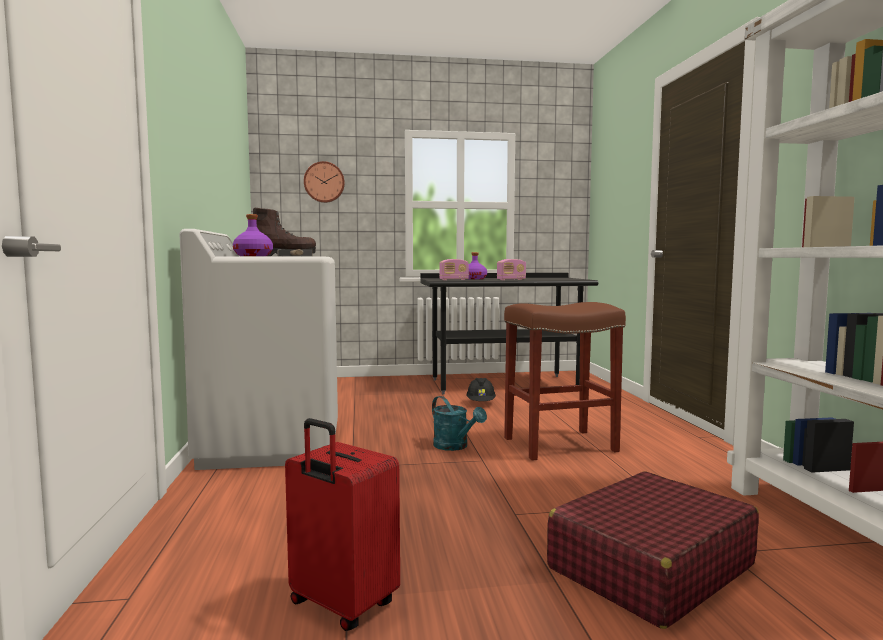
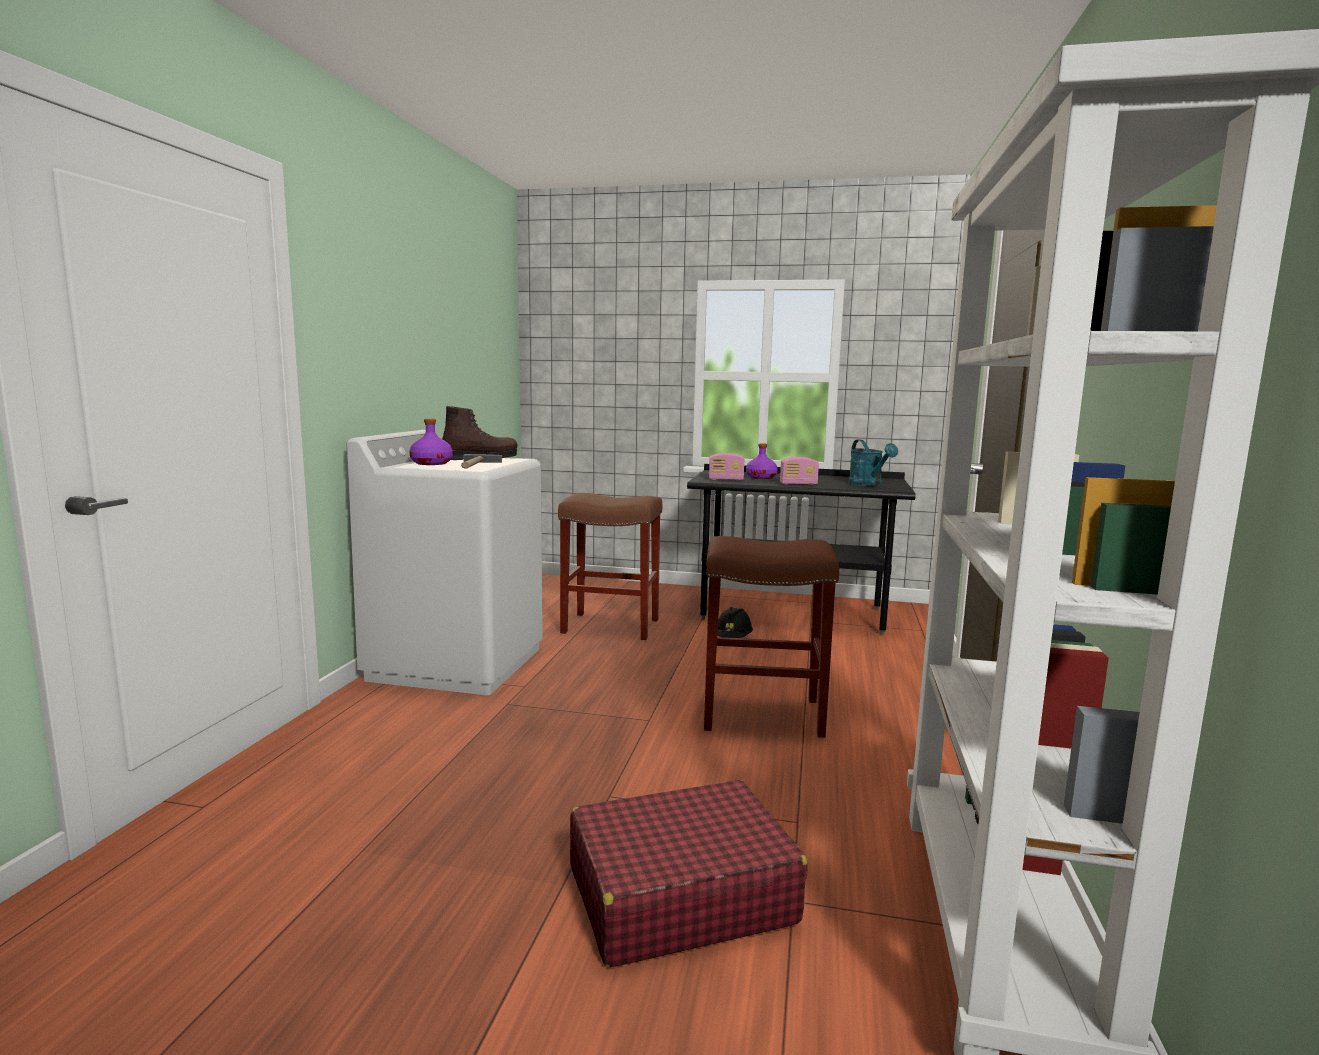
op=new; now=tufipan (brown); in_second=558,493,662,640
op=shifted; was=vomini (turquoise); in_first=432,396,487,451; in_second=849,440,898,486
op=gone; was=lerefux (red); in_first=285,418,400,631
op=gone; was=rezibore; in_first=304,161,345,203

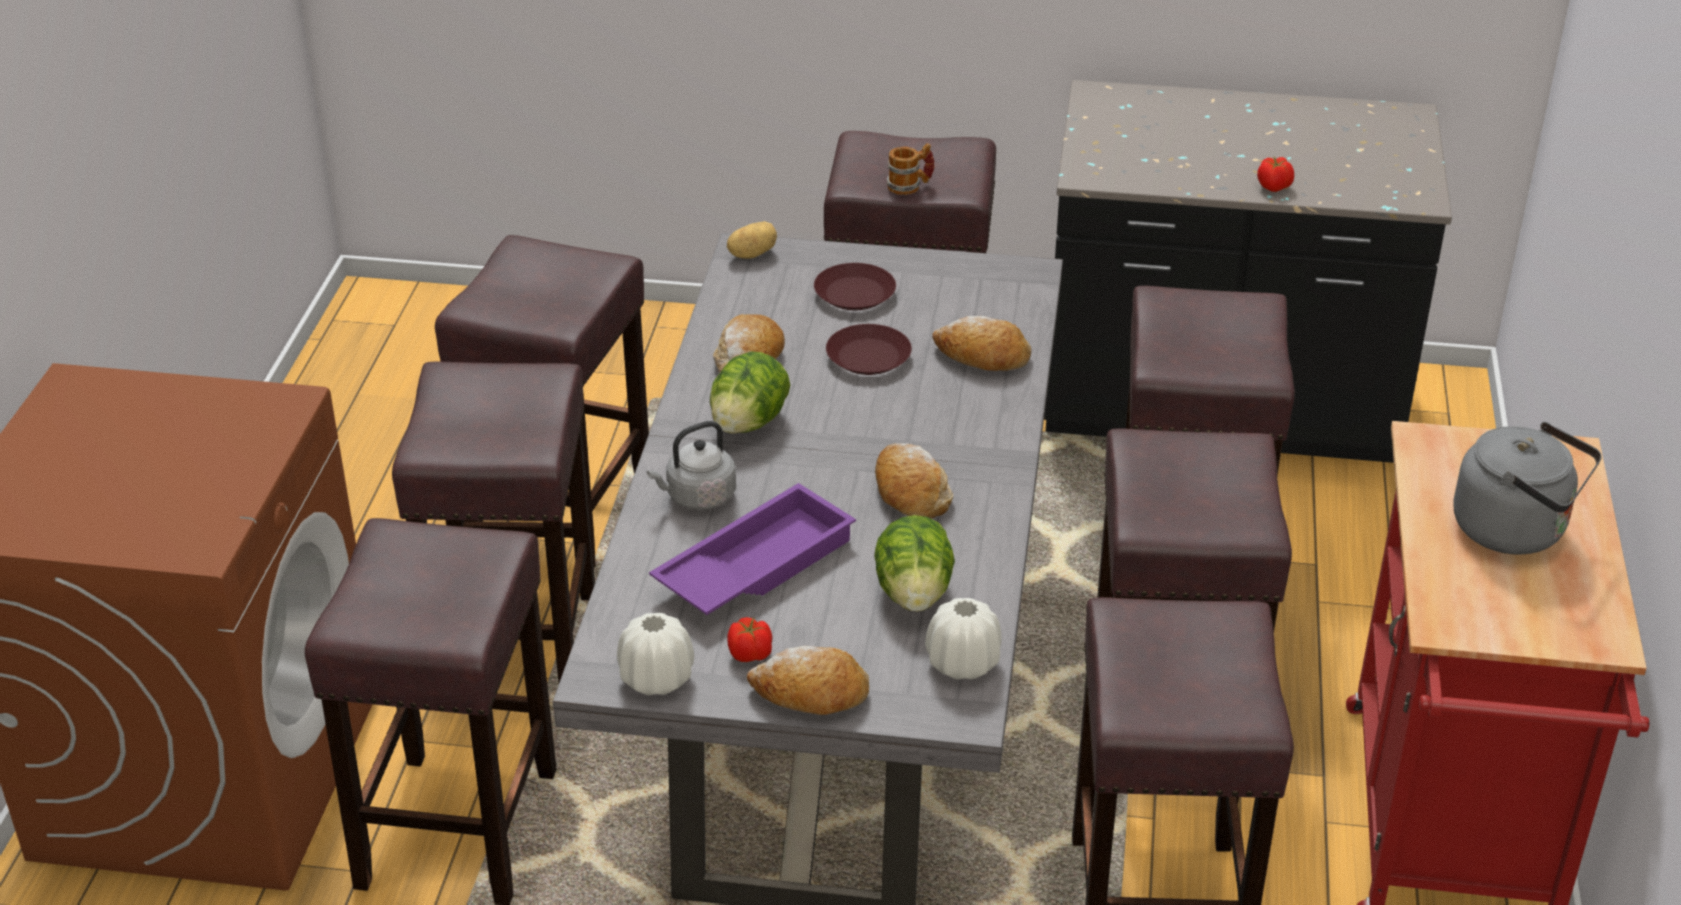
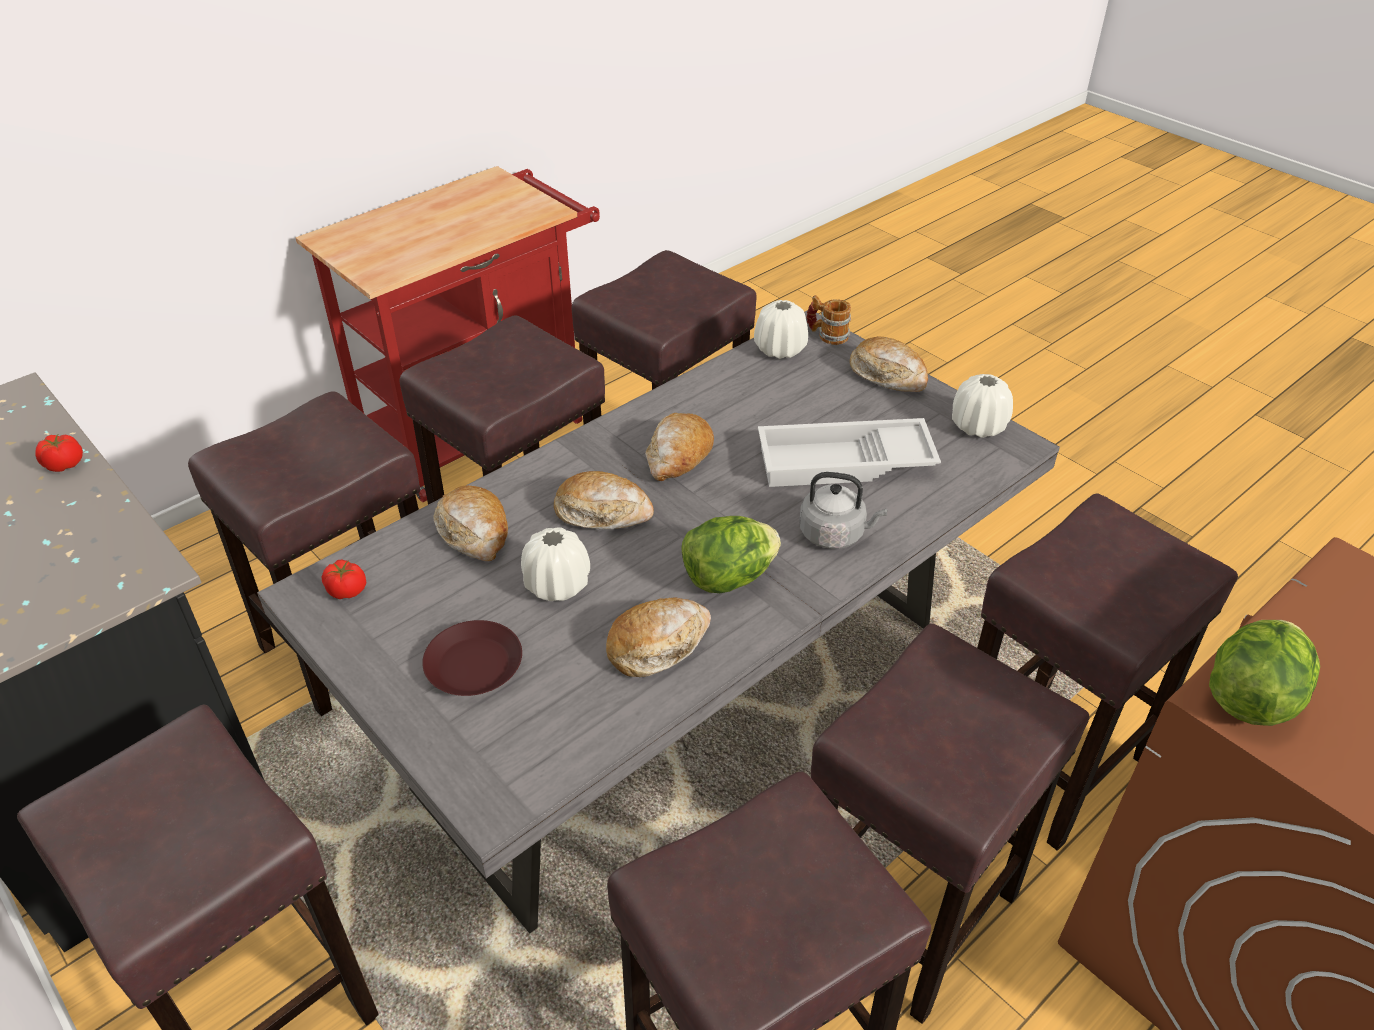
op=shifted; was=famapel; in_first=727,617,772,662; in_second=321,559,366,599
op=swapped; was=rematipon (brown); now=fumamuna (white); in_first=826,324,912,375; in_second=521,528,590,601
op=new; now=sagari; in_second=554,471,654,530
op=repainted; was=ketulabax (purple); now=ketulabax (white); in_first=649,483,856,615; in_second=758,418,941,487
op=shifted; was=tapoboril; in_first=887,143,935,195; in_second=807,295,851,345
op=shifted; was=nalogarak; in_first=874,515,955,612; in_second=1209,620,1320,726
op=gone; was=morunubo; in_first=727,221,777,259
op=gone; was=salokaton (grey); in_first=1453,422,1602,555

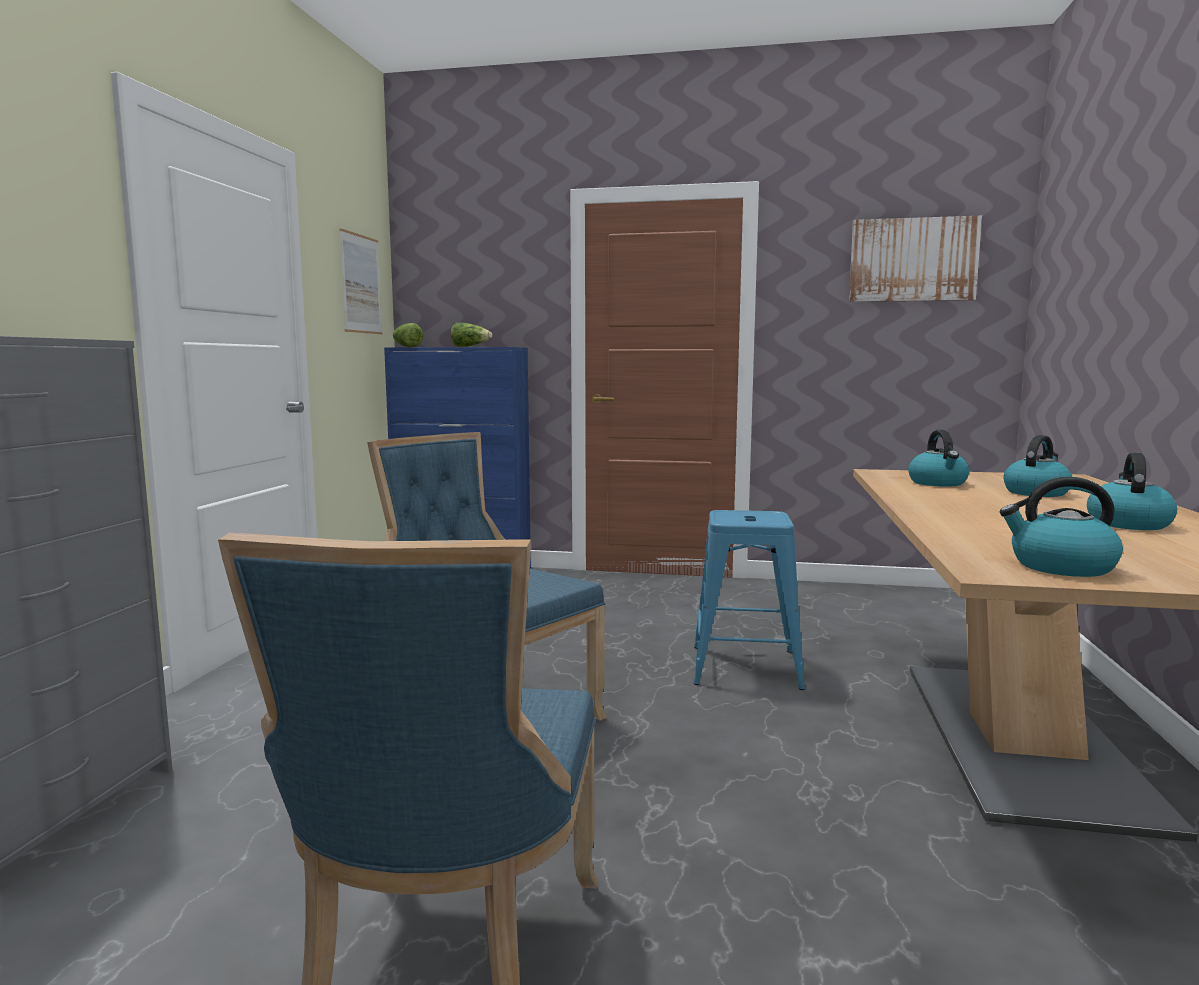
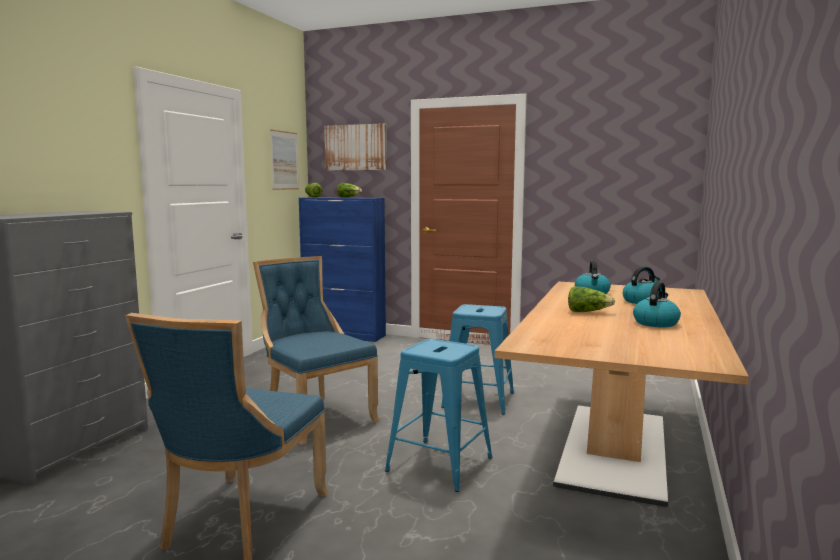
op=shifted; was=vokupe; in_first=849,216,982,302; in_second=324,123,387,171
op=new; now=tufipan (blue); in_second=385,339,492,492
op=new; now=nalogarak; in_second=568,286,615,312
op=gone; was=salokaton; in_first=1000,477,1123,577

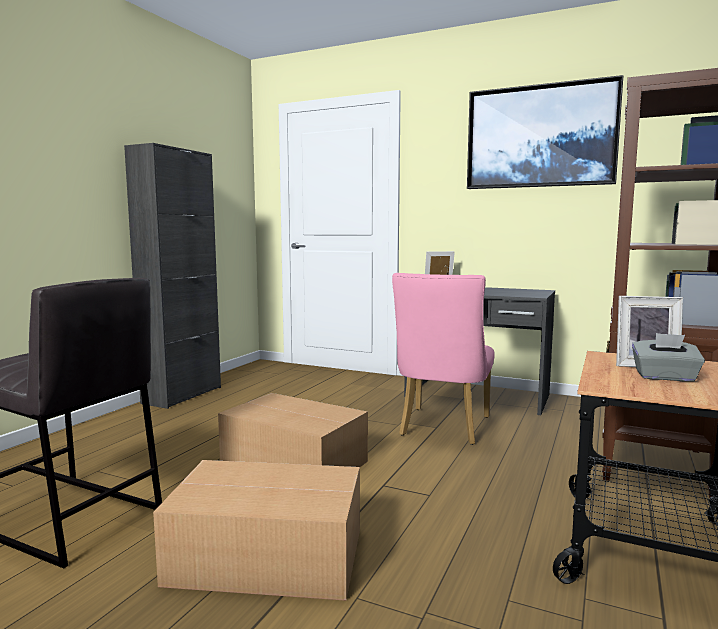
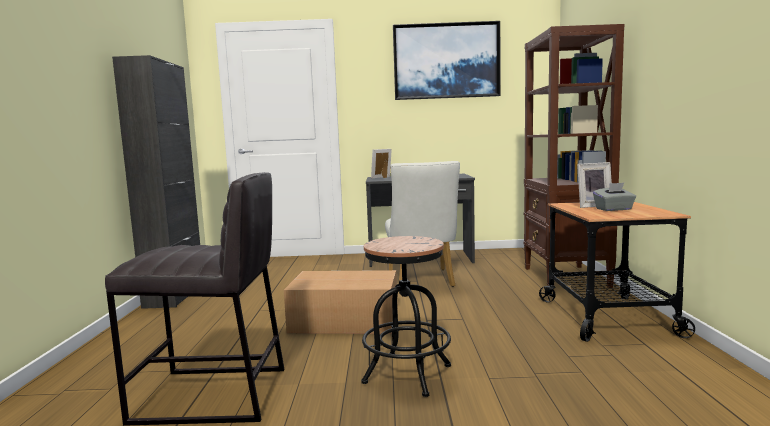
op=swapped; was=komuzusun; now=tufipan (black); in_first=153,460,360,601; in_second=361,236,451,397
op=repainted; was=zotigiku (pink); now=zotigiku (white); in_first=392,273,495,445; in_second=385,161,460,287

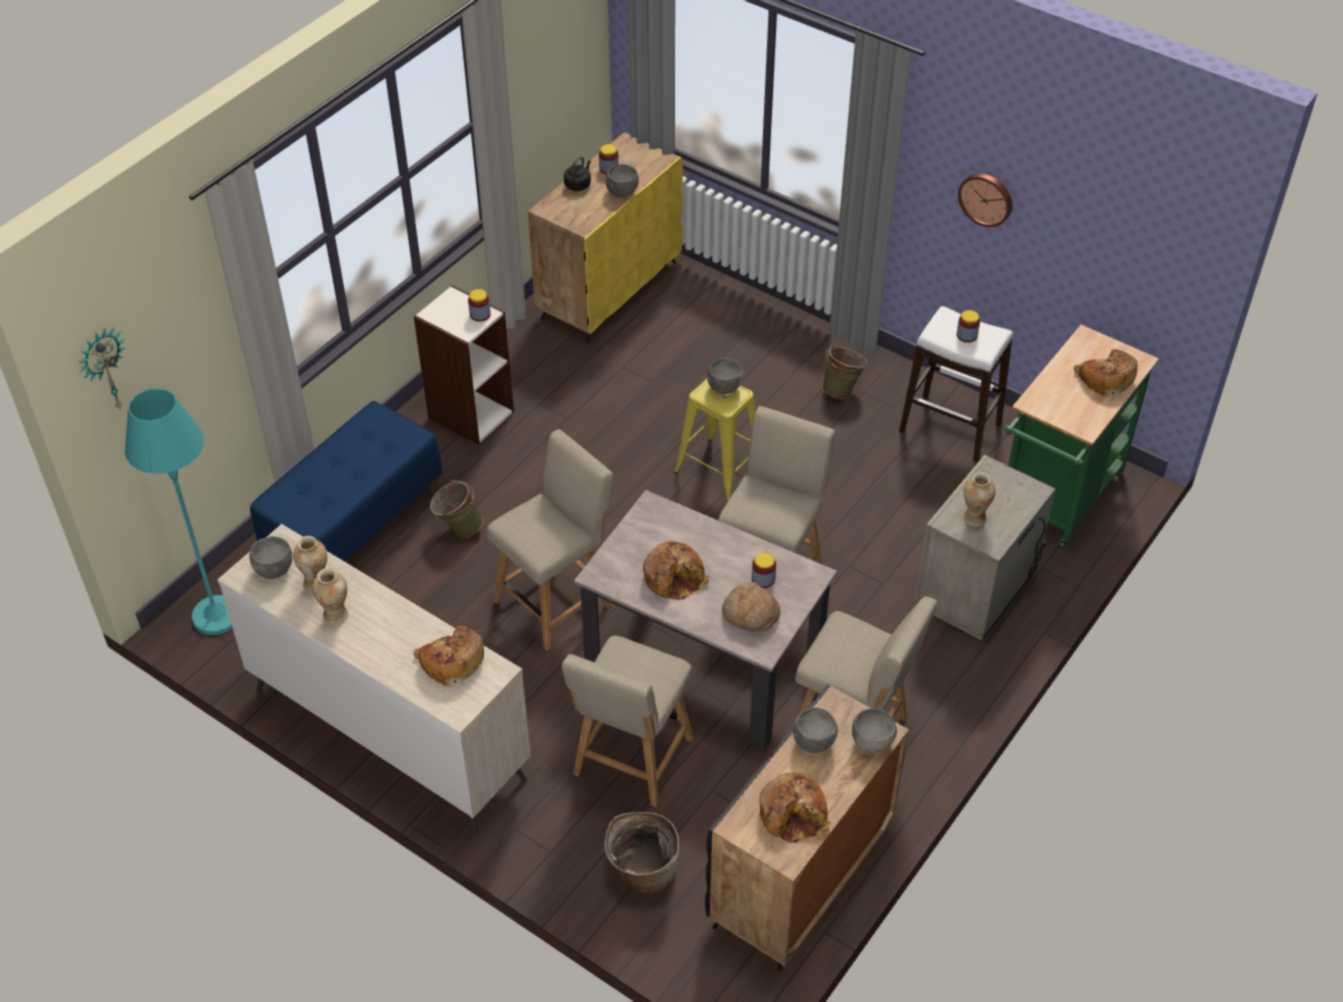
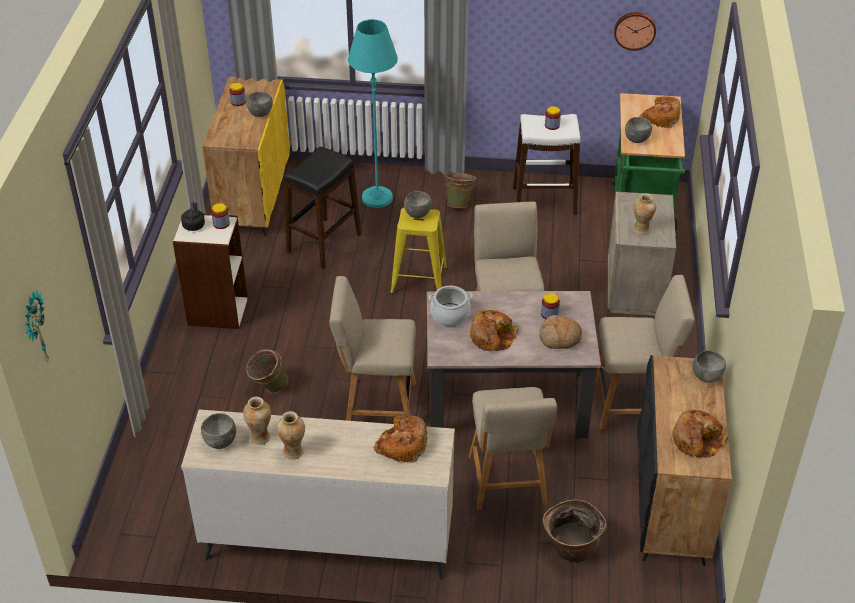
op=shifted; was=salokaton (black); in_first=564,156,591,191; in_second=181,201,205,231
op=new; now=tufipan (black); in_second=284,147,361,269
op=rotated; was=zotigiku (beige); in_first=487,429,614,650; in_second=330,276,416,421; clockwise=-105
op=shifted; was=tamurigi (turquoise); in_first=125,388,232,635; in_second=348,19,398,208
op=new; now=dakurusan; in_second=429,286,473,326
op=shifted; was=rezibore; in_first=958,174,1012,227; in_second=614,12,656,51
op=shifted; was=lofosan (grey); in_first=793,707,838,753; in_second=625,117,652,143
op=gone; was=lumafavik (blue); in_first=250,401,442,562

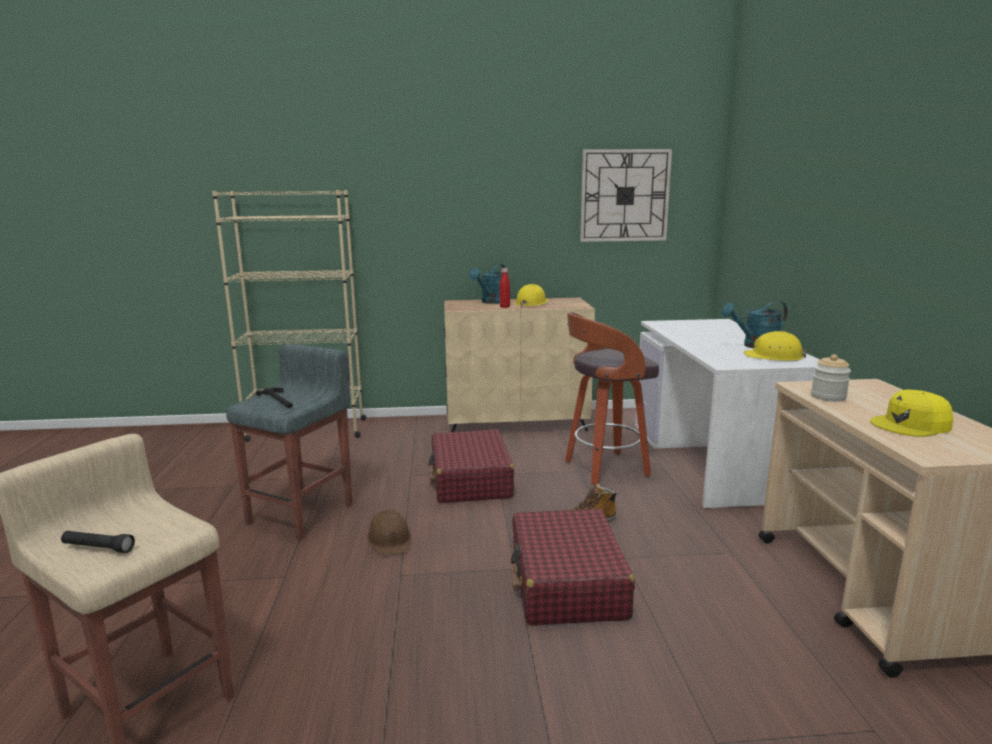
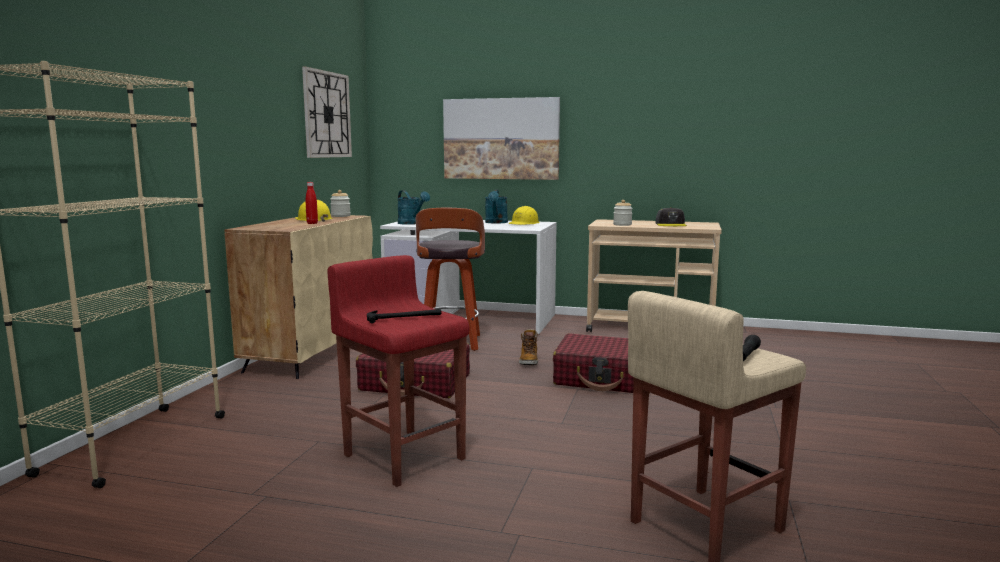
op=repainted; was=tufipan (grey); now=tufipan (red); in_first=226,344,353,540; in_second=327,255,469,487
op=new; now=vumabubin; in_second=330,190,351,217
op=shifted; was=vomini (turquoise); in_first=469,264,505,304; in_second=397,190,430,225
op=new; now=vokupe; in_second=443,97,560,180
op=repainted; was=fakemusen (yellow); now=fakemusen (grey); in_first=870,390,953,437; in_second=656,207,687,226
op=gone; was=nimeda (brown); in_first=367,510,411,556

